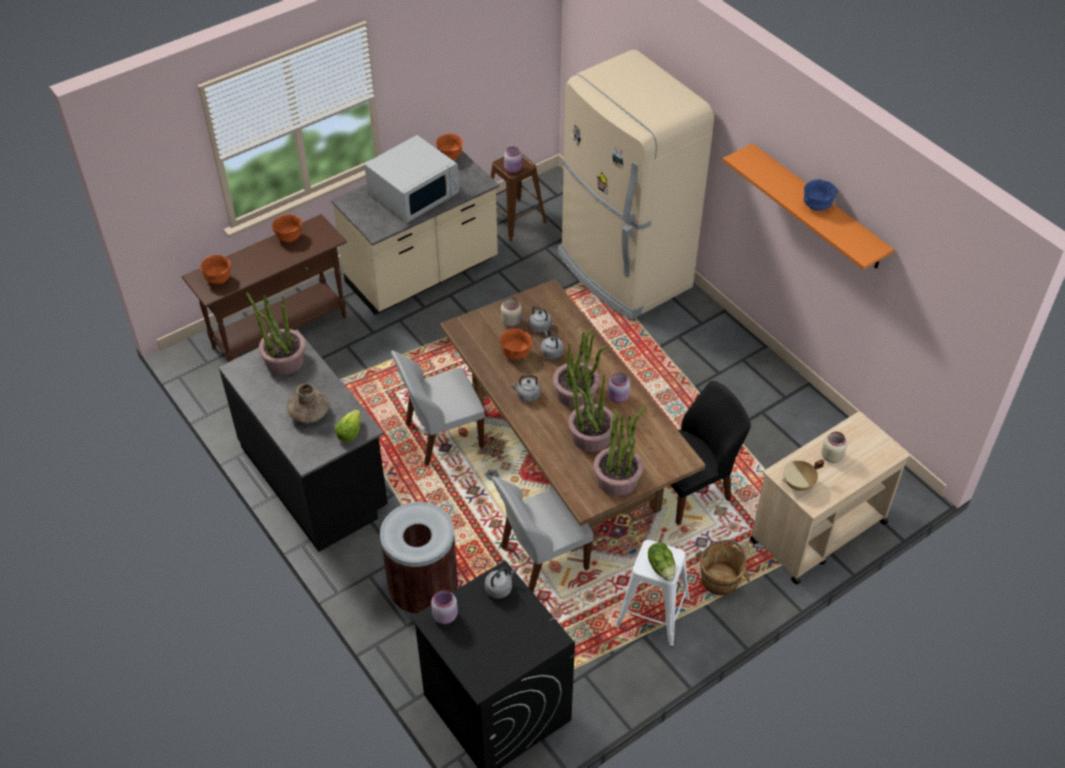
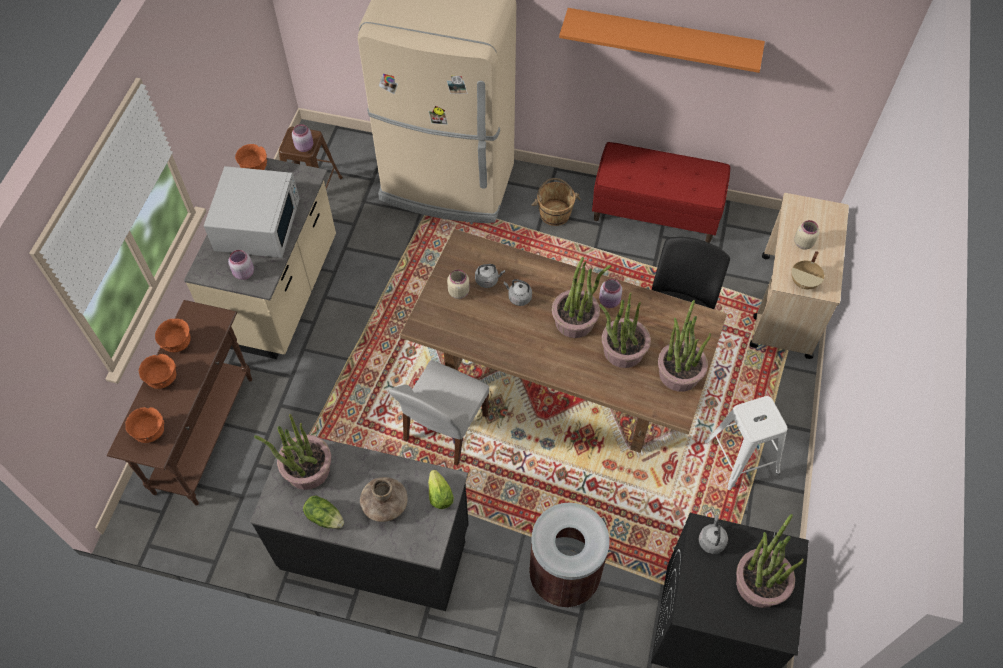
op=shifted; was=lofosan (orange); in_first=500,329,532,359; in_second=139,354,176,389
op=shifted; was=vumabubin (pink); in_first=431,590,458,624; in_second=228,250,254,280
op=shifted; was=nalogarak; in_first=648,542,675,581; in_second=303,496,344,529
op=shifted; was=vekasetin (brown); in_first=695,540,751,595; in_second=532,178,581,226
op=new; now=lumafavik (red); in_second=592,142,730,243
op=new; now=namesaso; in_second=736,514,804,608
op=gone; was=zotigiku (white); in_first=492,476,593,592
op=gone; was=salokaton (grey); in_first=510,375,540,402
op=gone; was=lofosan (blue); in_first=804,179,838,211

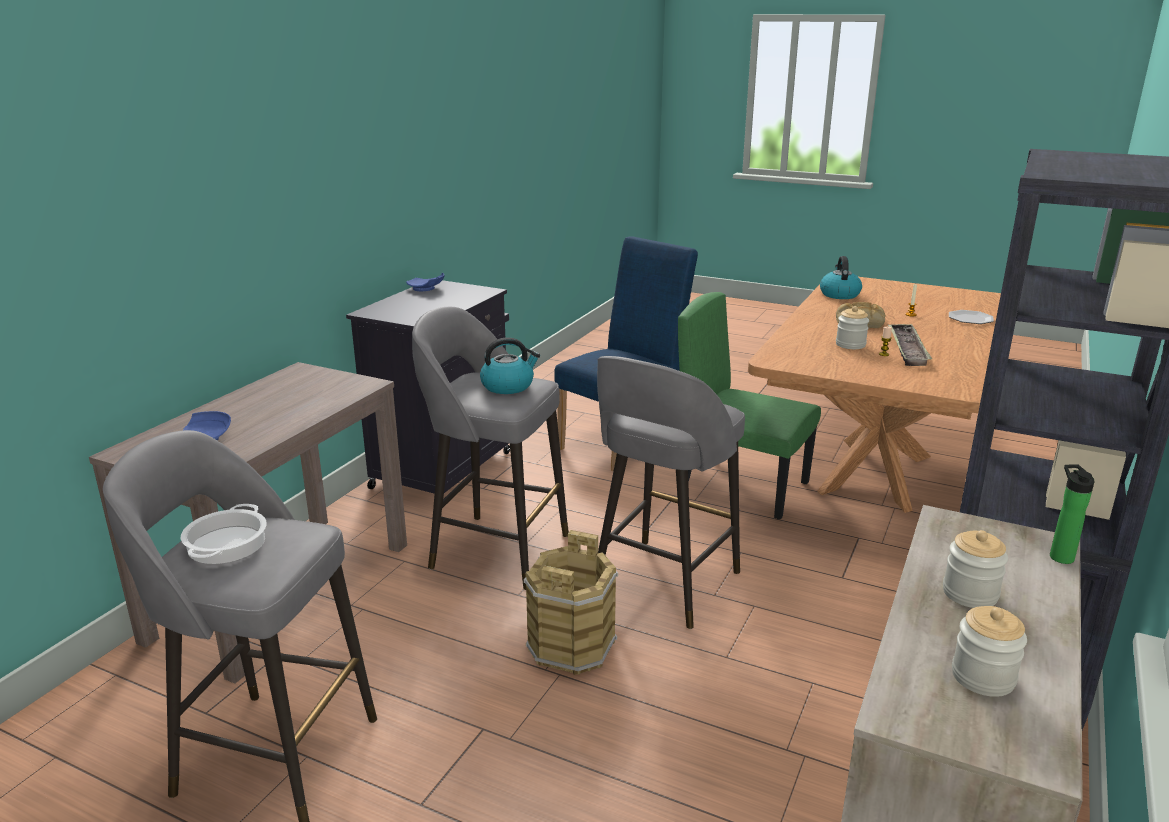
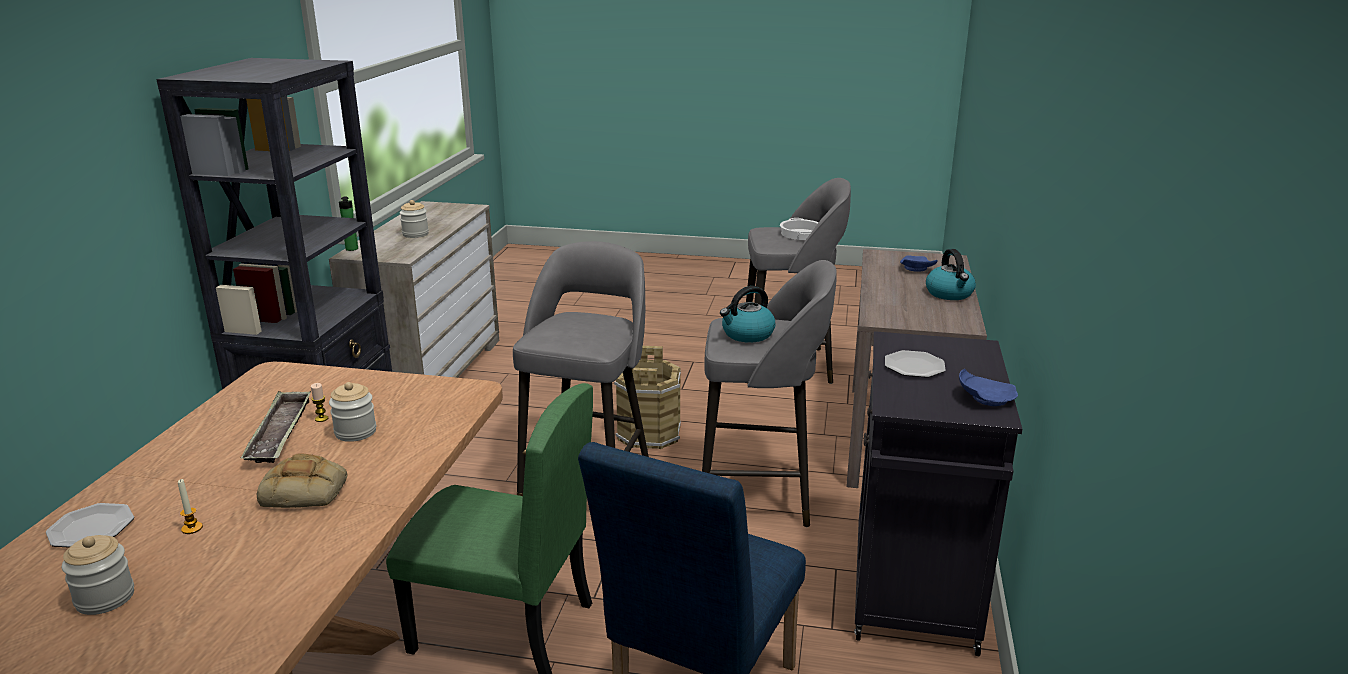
op=shifted; was=vumabubin; in_first=952,606,1027,697; in_second=62,535,134,615
op=new; now=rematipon; in_second=885,350,946,378
op=shifted; was=salokaton; in_first=820,256,862,299; in_second=926,249,976,300

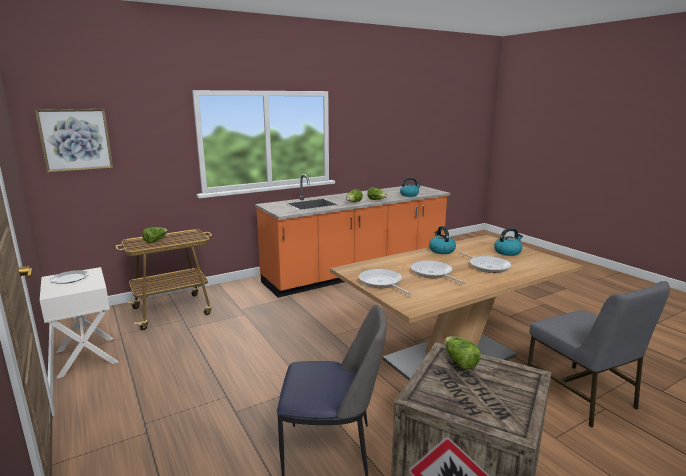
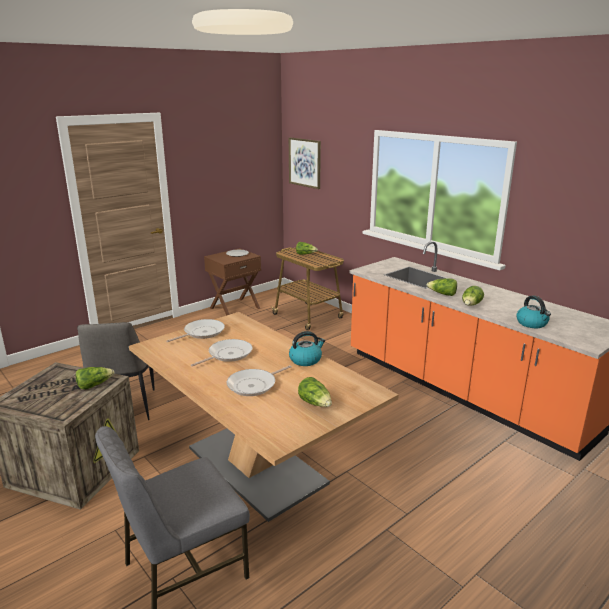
op=repainted; was=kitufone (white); now=kitufone (brown); in_first=40,267,118,378; in_second=204,248,261,316
op=swapped; was=salokaton; now=nalogarak; in_first=494,228,523,256; in_second=298,377,332,407

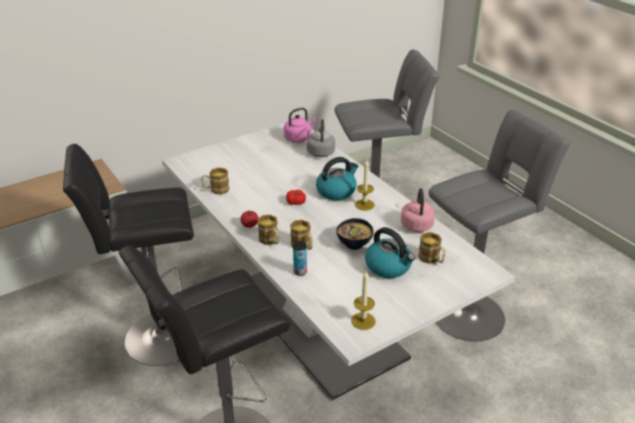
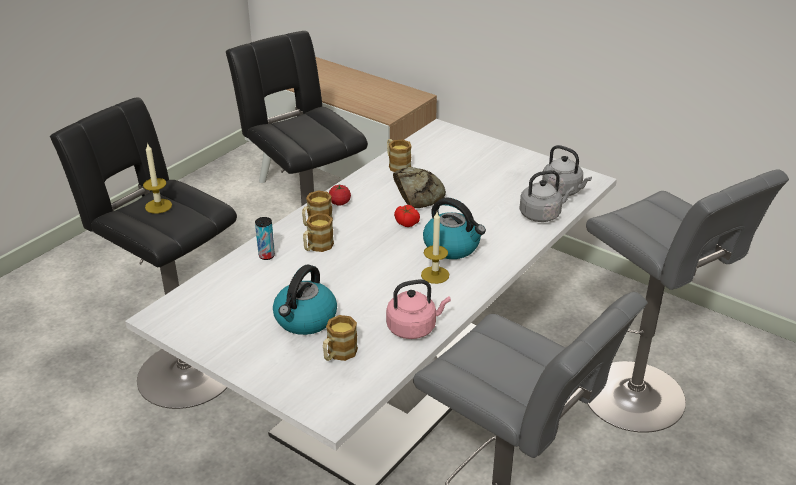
op=shifted; was=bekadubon; in_first=351,271,376,330; in_second=143,143,172,214
op=new; now=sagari; in_second=393,167,446,208
op=repainted; was=salokaton (pink); now=salokaton (grey); in_first=284,108,317,143; in_second=542,145,592,196
op=gone; was=lofosan; in_first=336,218,373,250

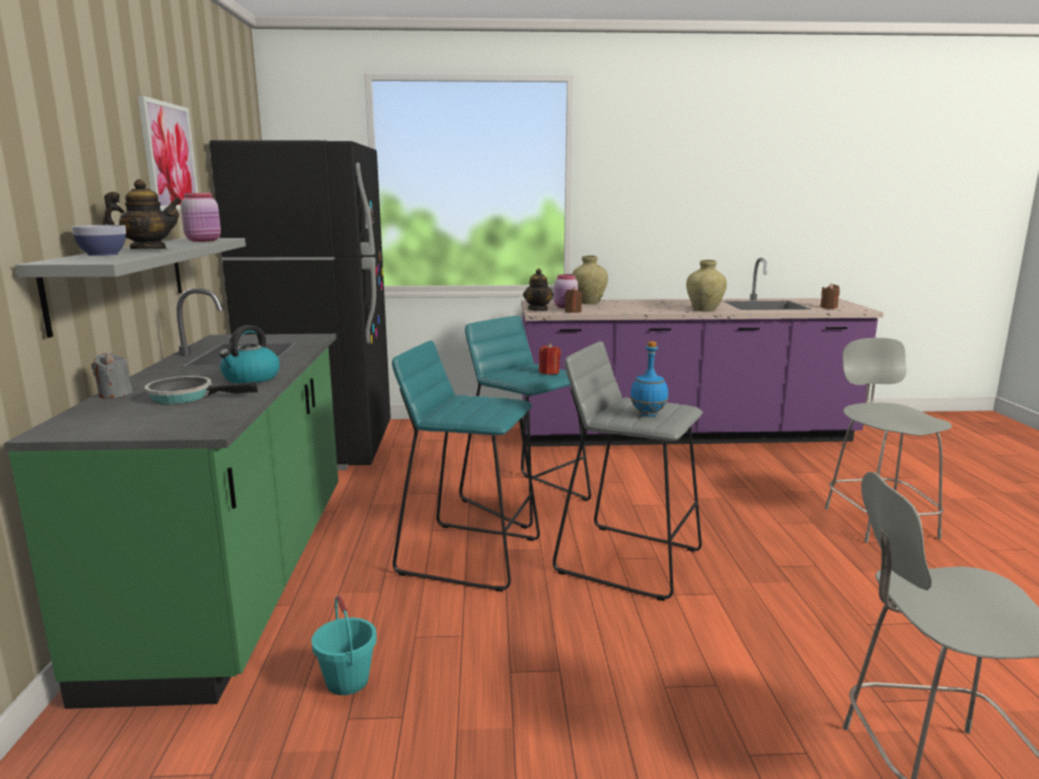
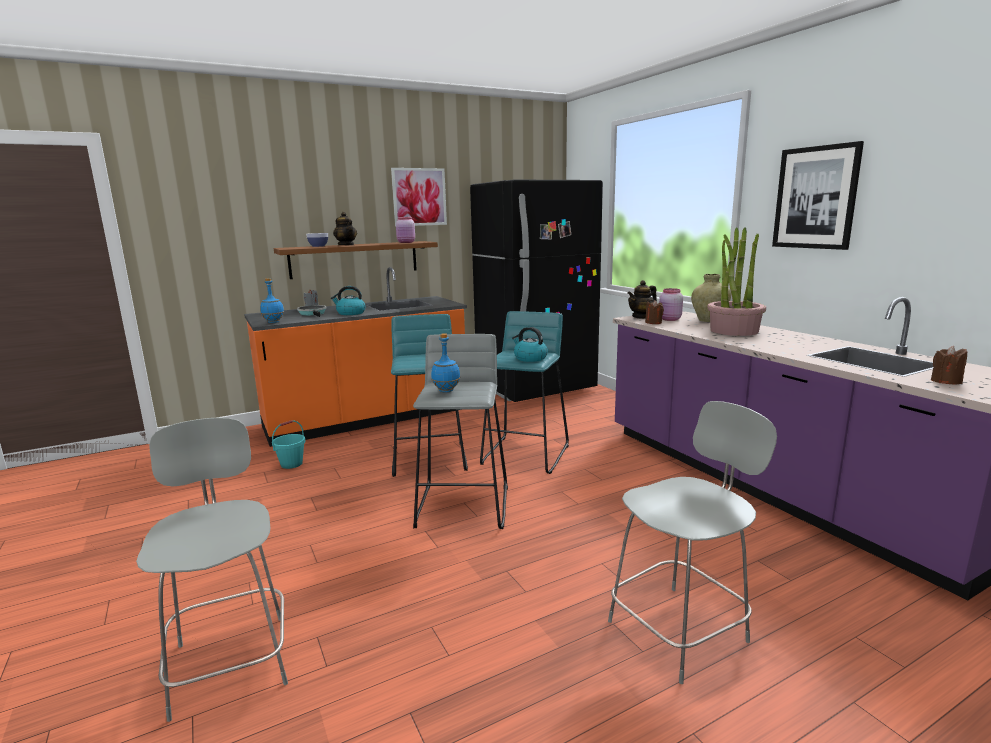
op=repainted; was=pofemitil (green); now=pofemitil (orange); in_first=4,288,338,709; in_second=244,267,467,447
op=new; now=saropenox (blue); in_second=260,278,284,323
op=repainted; was=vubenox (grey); now=vubenox (brown); in_first=15,238,246,338; in_second=274,241,438,279
op=swapped; was=bekadubon (red); now=salokaton; in_first=539,343,561,375; in_second=512,327,548,362
op=new; now=namesaso; in_second=707,227,766,336
op=new; now=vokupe; in_second=772,141,864,250
op=gone; was=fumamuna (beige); in_first=686,260,727,312

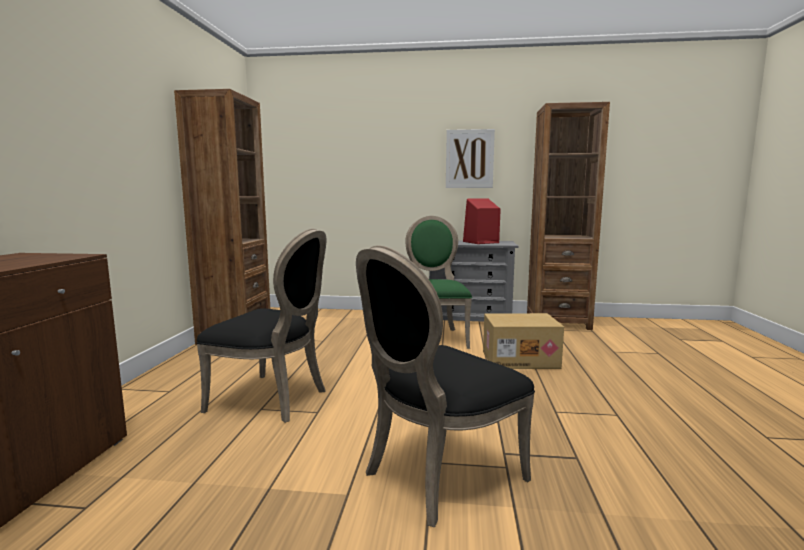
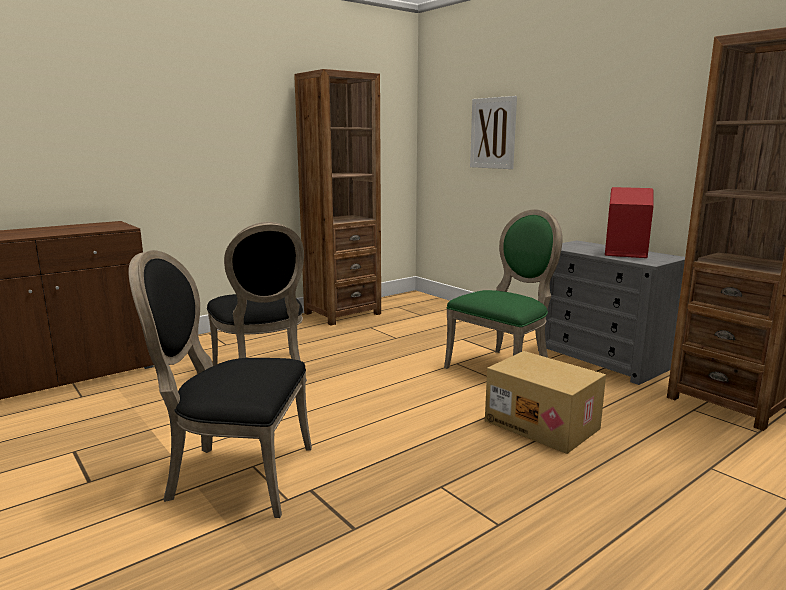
op=shifted; was=vokupe; in_first=446,129,495,188; in_second=470,96,517,169

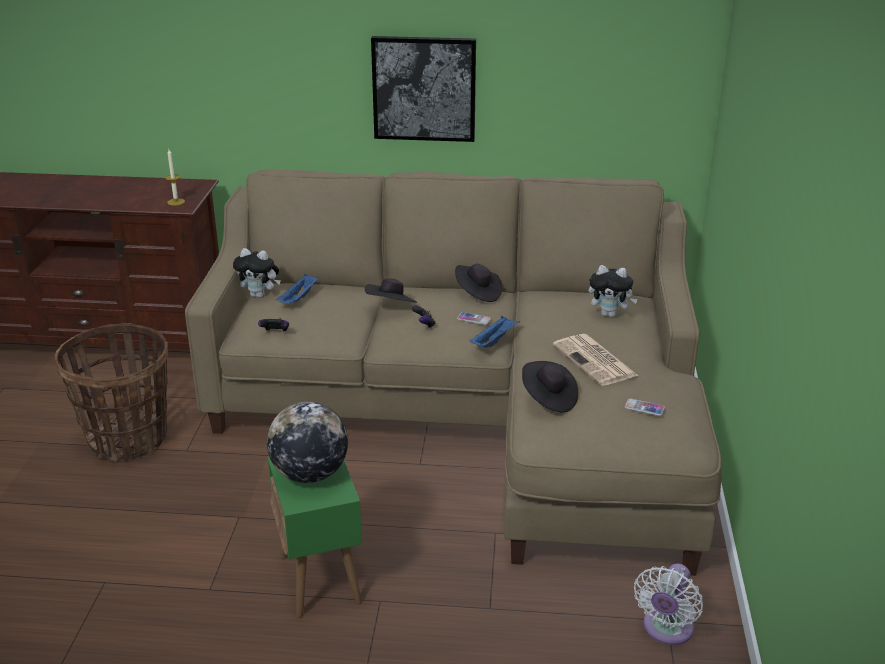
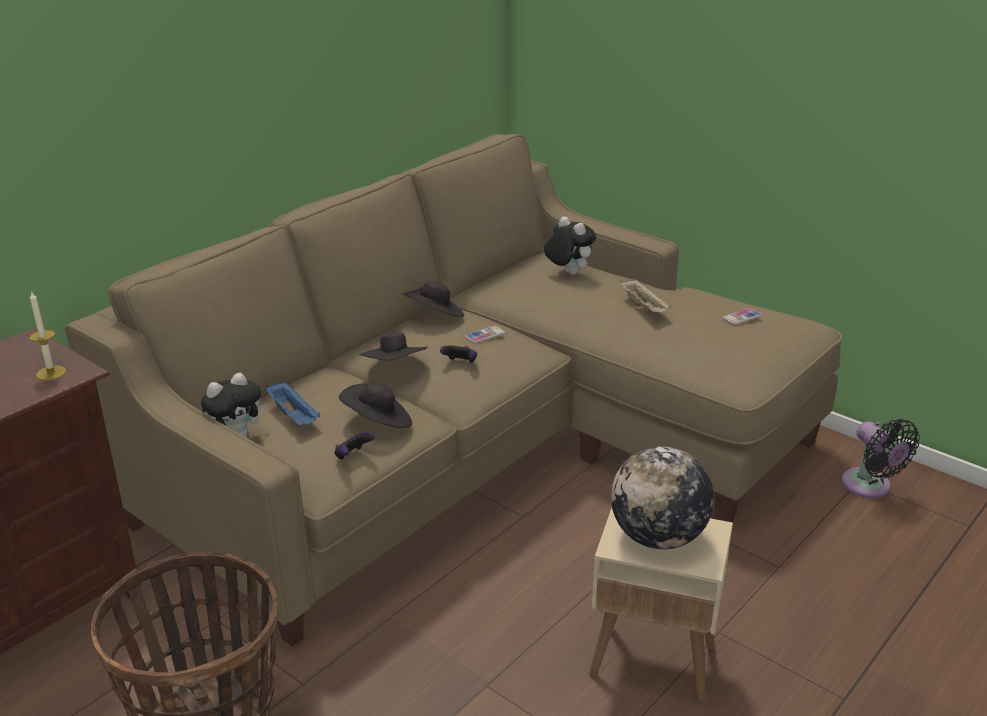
op=shifted; was=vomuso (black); in_first=522,361,578,412; in_second=339,383,412,428
op=rotated; was=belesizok; in_first=589,265,638,317; in_second=544,216,596,275; clockwise=-90
op=repainted; was=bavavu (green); now=bavavu (beige); in_first=268,456,362,617; in_second=589,508,733,703
op=swapped; was=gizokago; now=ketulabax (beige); in_first=553,334,638,386; in_second=620,279,671,312
op=repainted; was=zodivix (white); now=zodivix (black); in_first=634,563,703,645; in_second=842,419,920,498
op=gone; was=vokupe; in_first=371,36,476,142
op=gone; was=ketulabax (blue); in_first=470,316,520,348

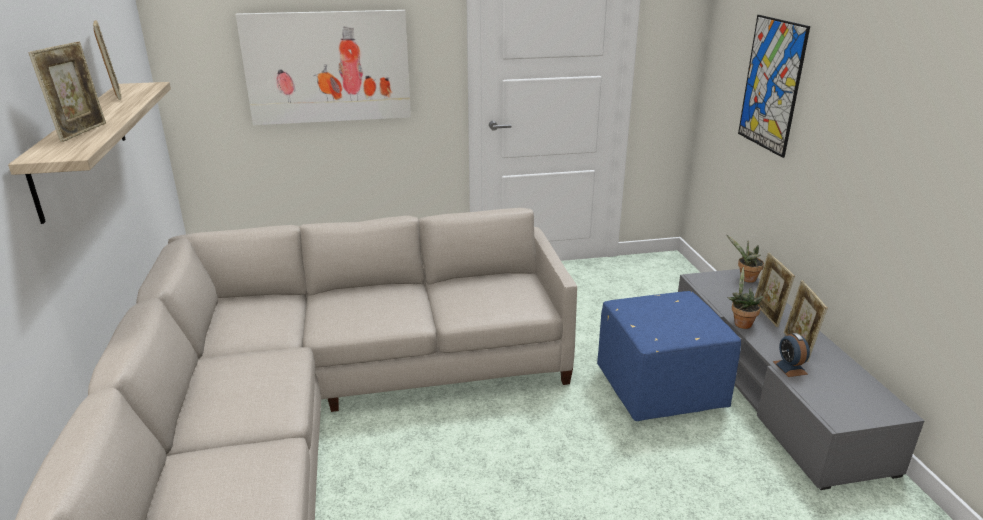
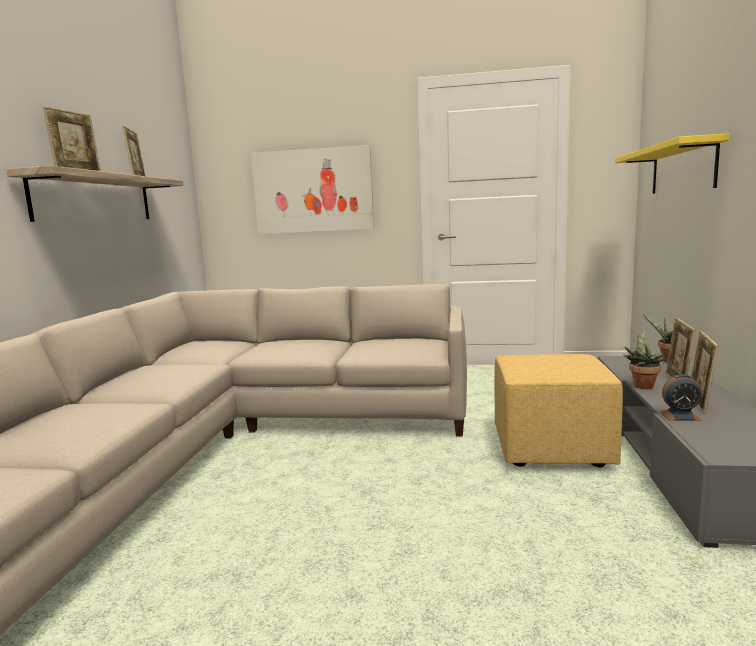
op=repainted; was=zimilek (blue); now=zimilek (yellow); in_first=597,291,741,421; in_second=494,354,623,467
op=swapped; was=vokupe; now=vubenox (yellow); in_first=738,15,810,158; in_second=615,133,730,194
op=rotated; was=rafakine; in_first=773,333,810,377; in_second=660,374,702,421; clockwise=-90

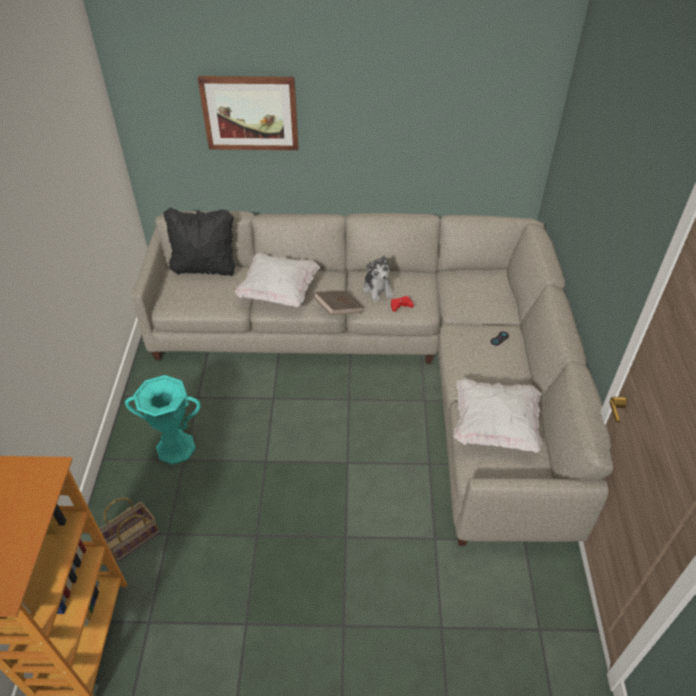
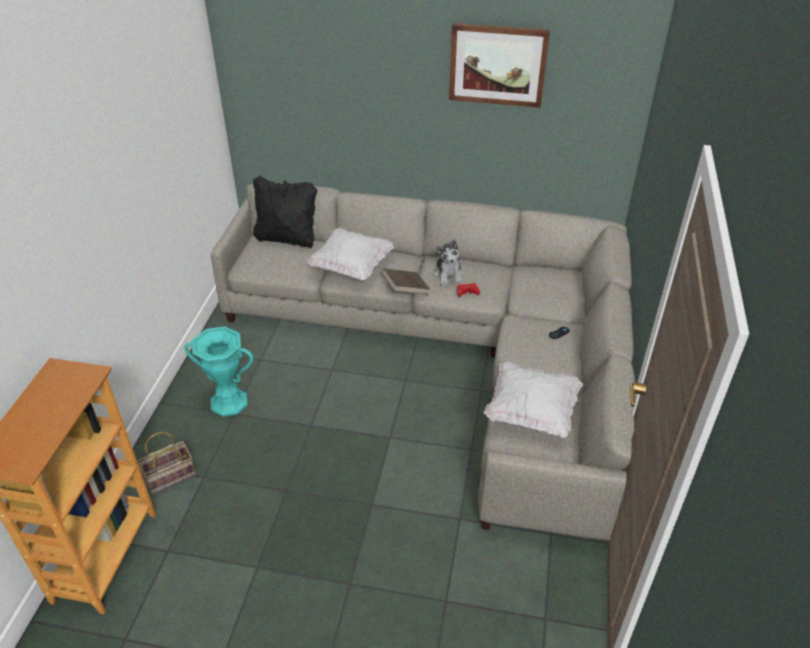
op=shifted; was=vokupe; in_first=198,76,298,150; in_second=449,23,550,108

